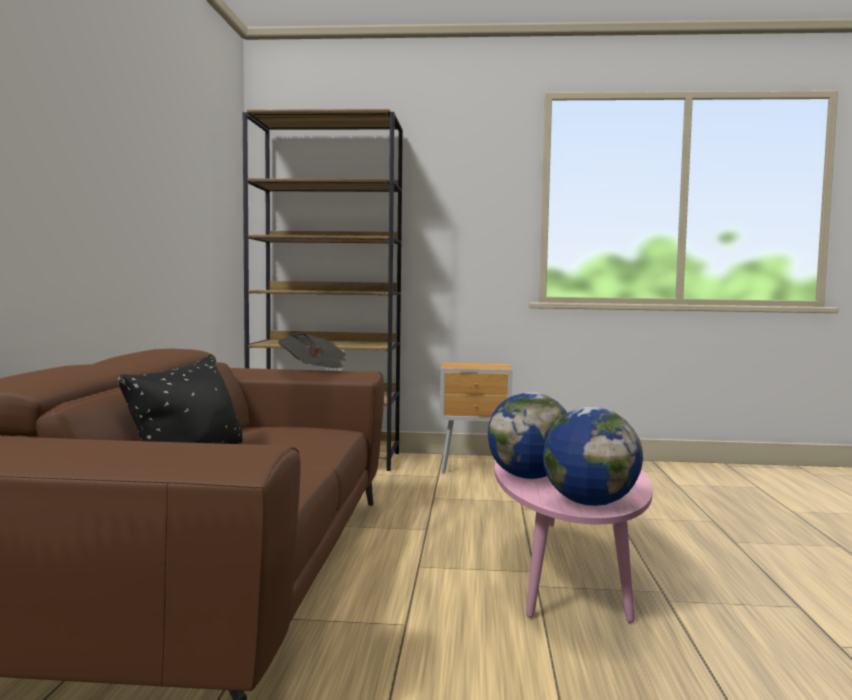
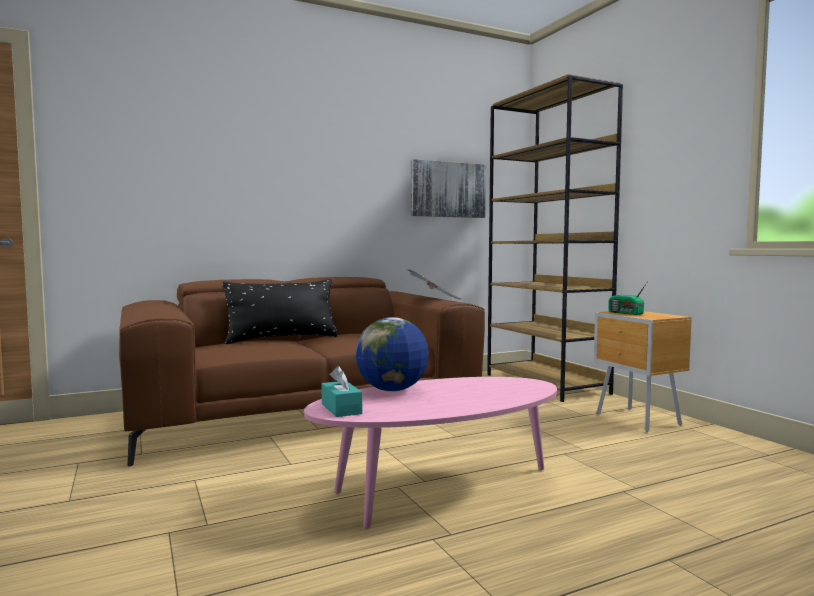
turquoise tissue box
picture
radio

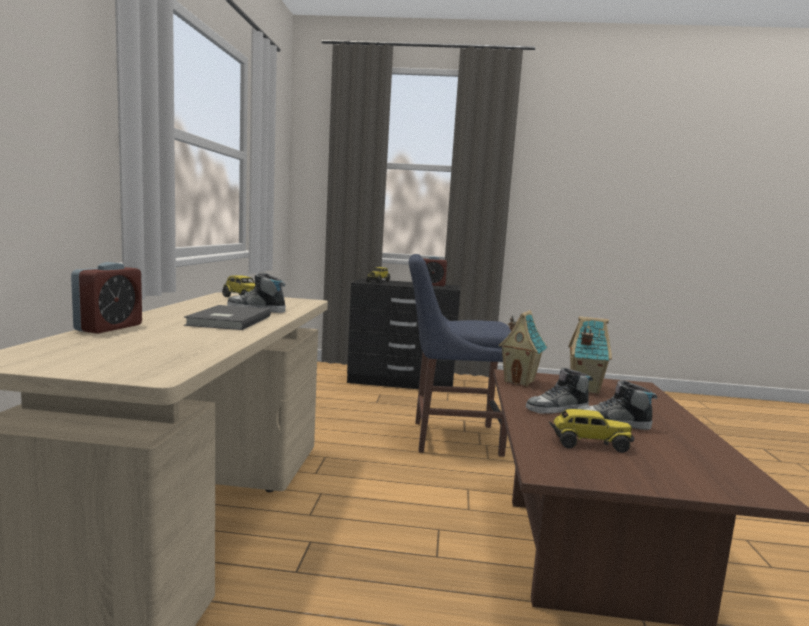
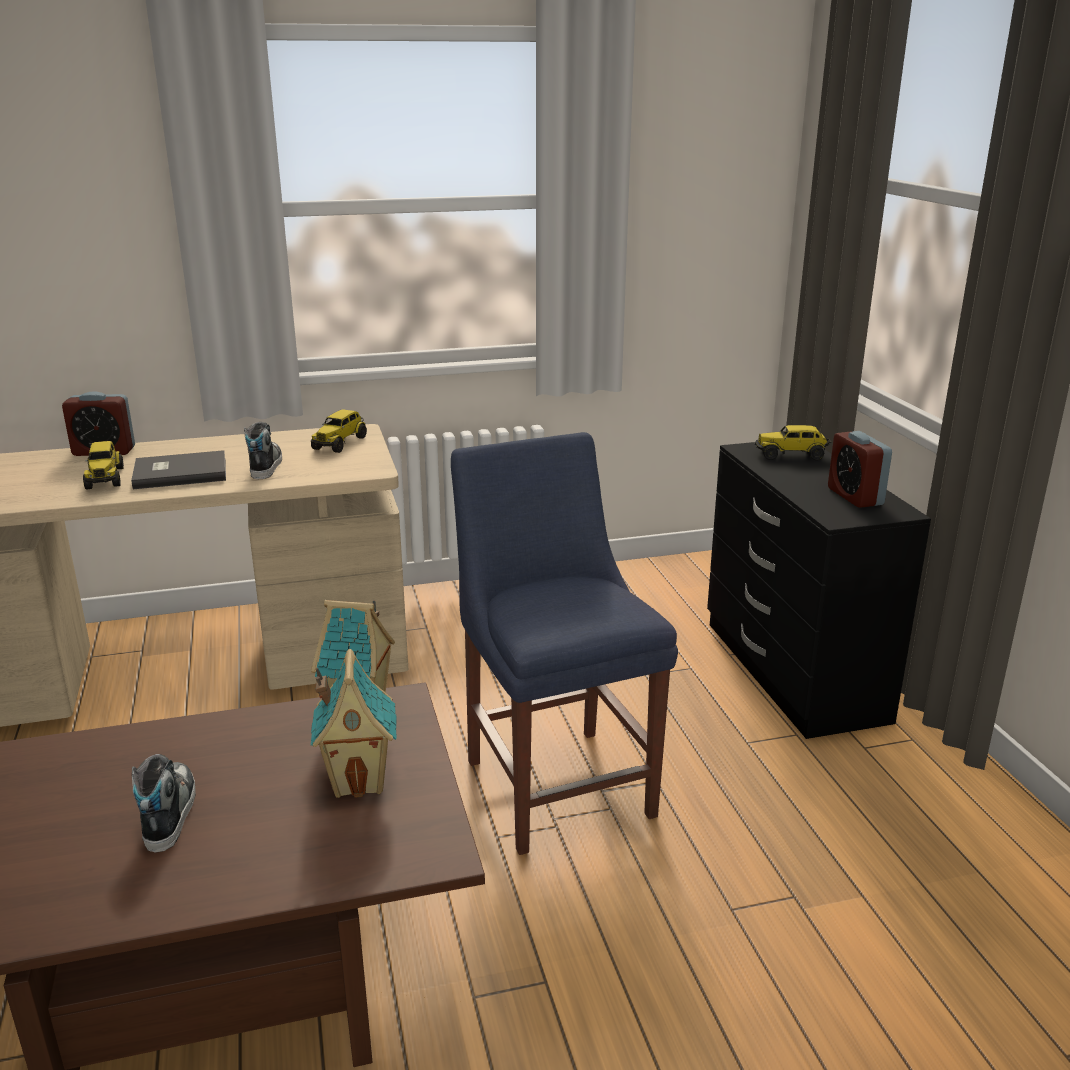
toy truck (1st from left)
shoe (2nd from left in the first image)

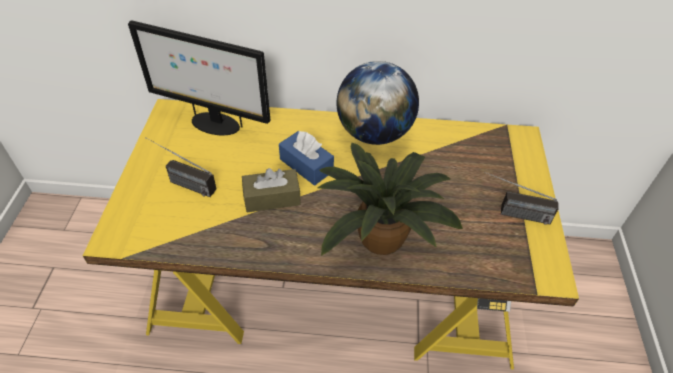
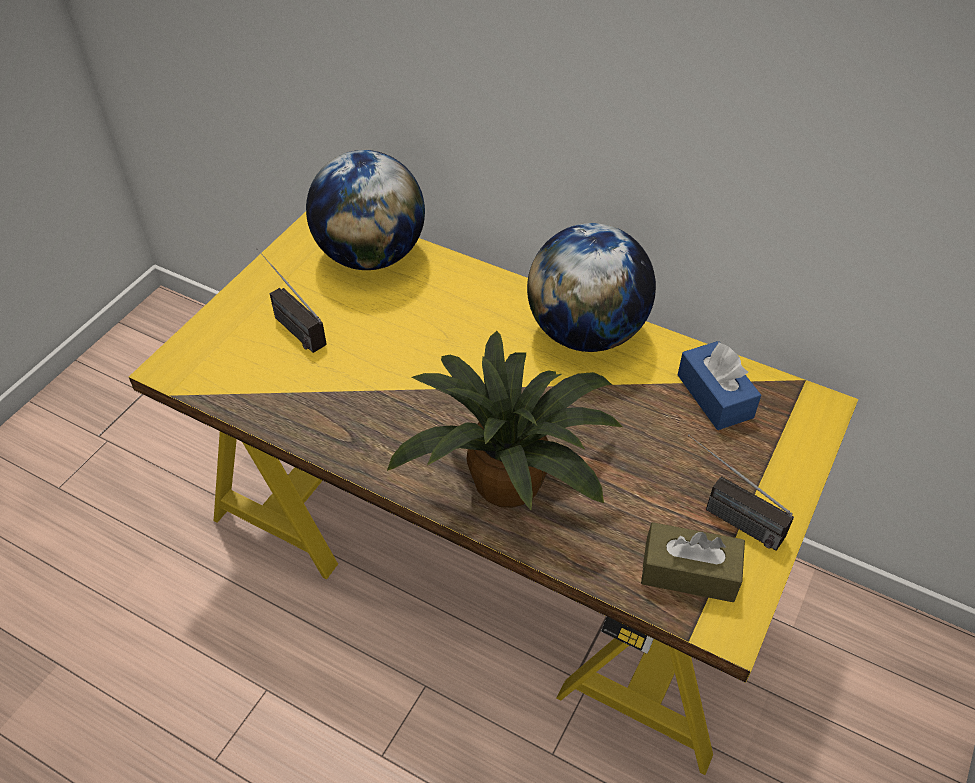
globe (1st from left)
brown tissue box
blue tissue box

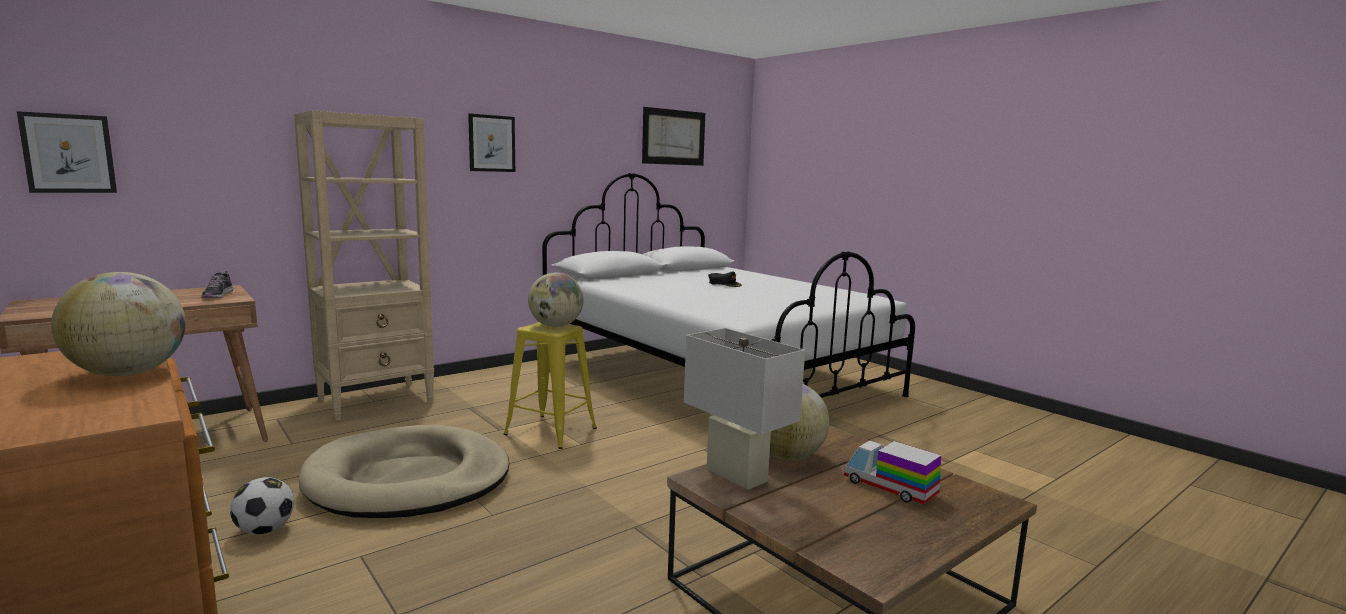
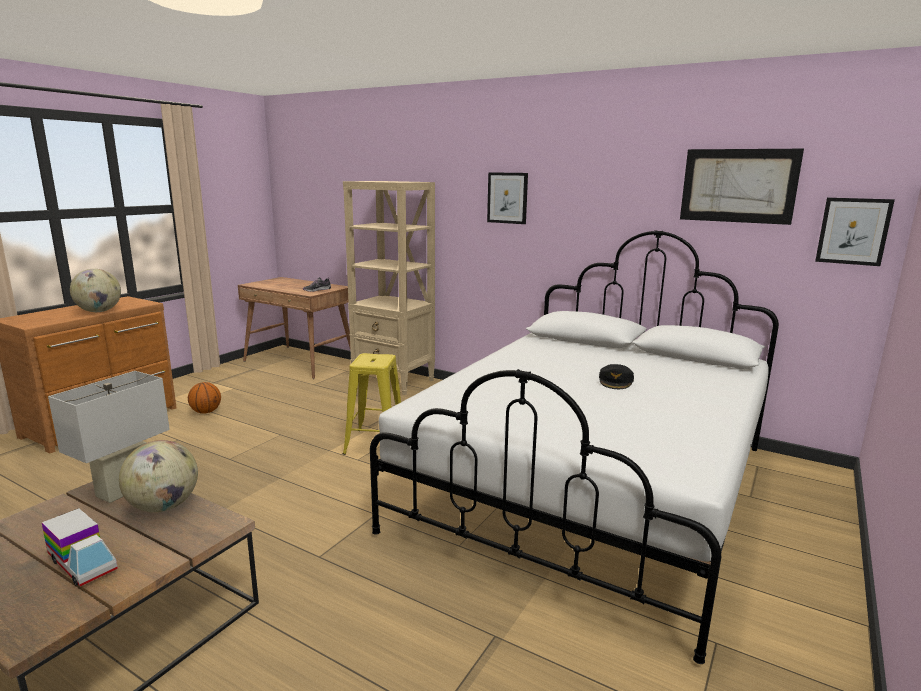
toy truck
basketball
picture (3rd from left)
beige dog bed
globe (2nd from left in the first image)

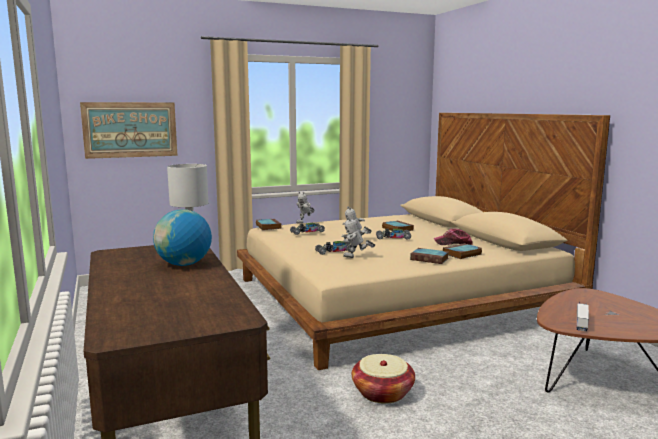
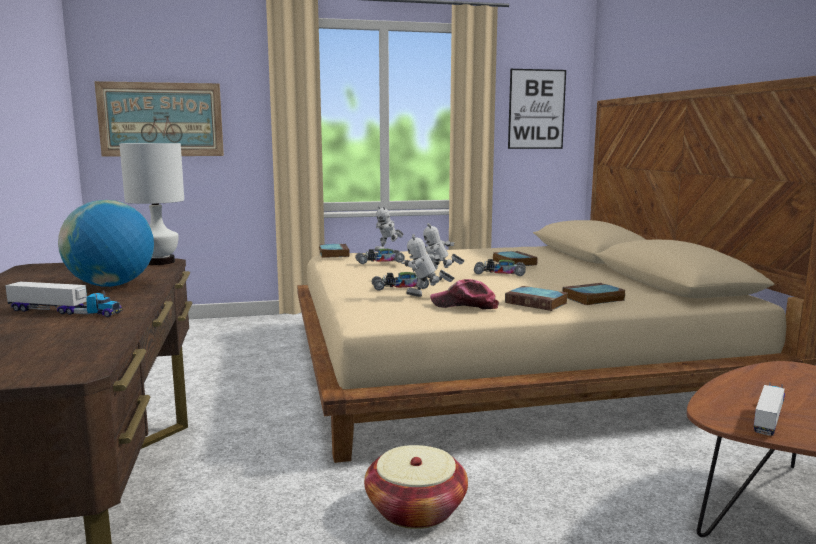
toy truck (1st from left)
cap
picture (2nd from left)

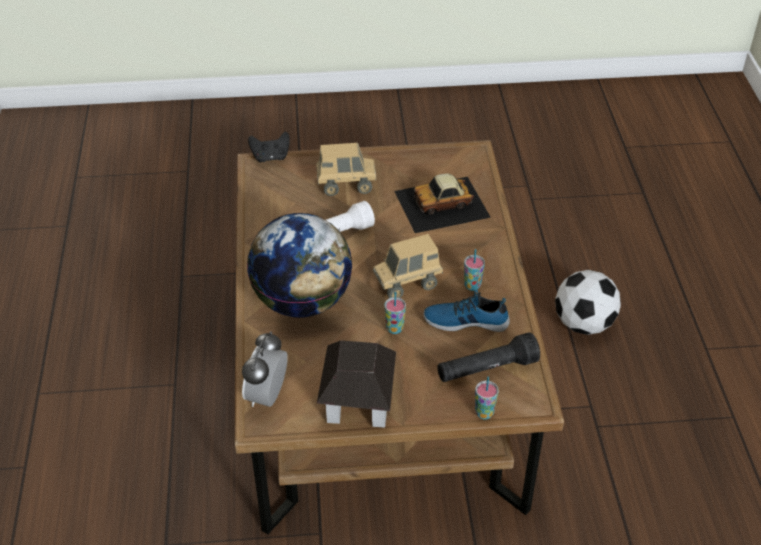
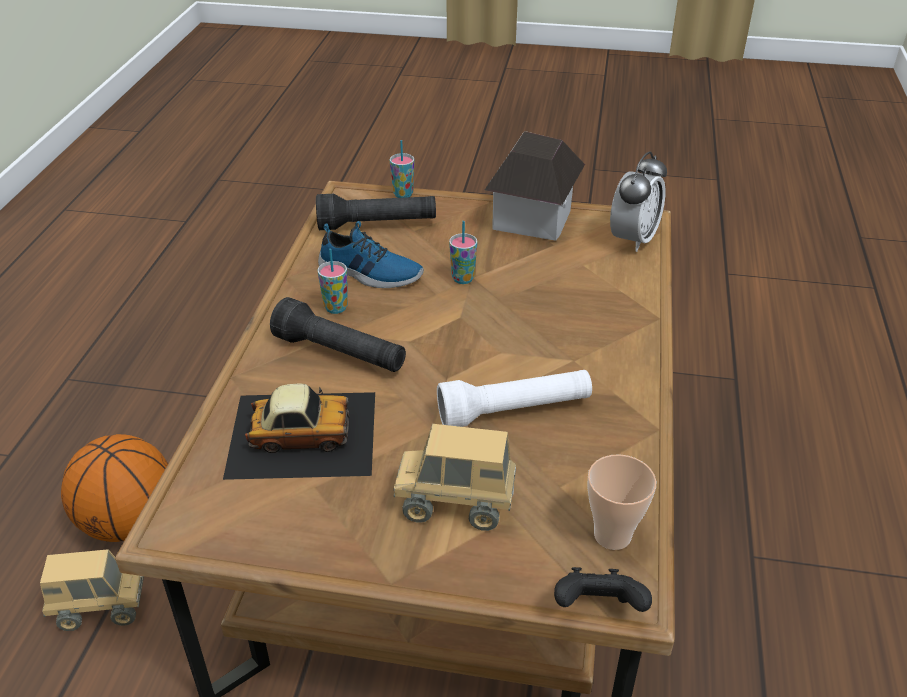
toy truck (1st from left)
basketball
black flashlight (1st from left)
cup (4th from left)
globe

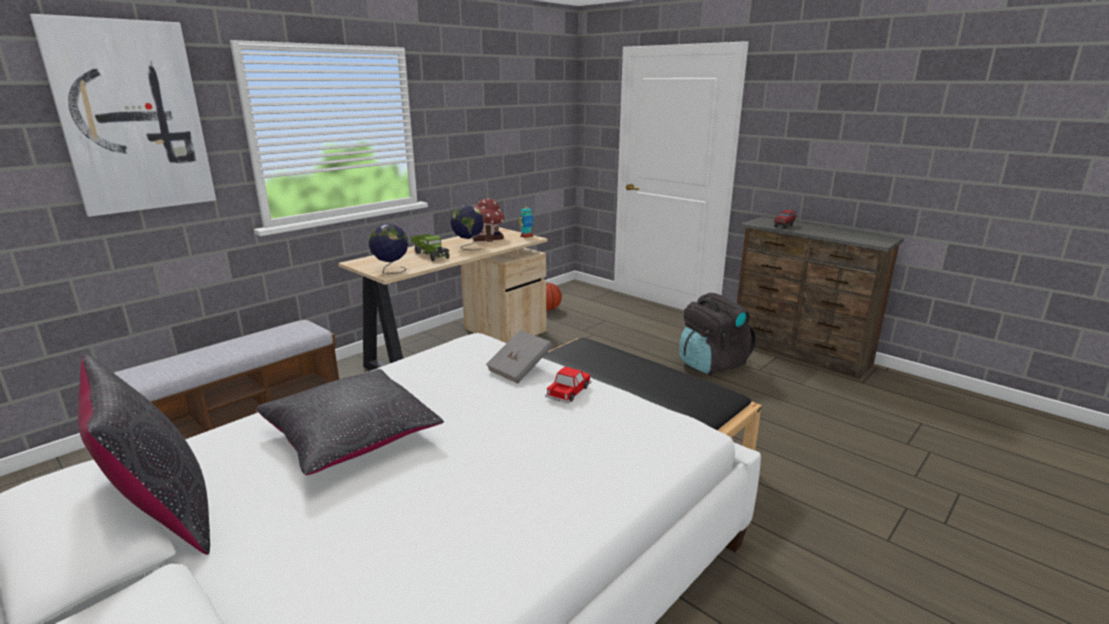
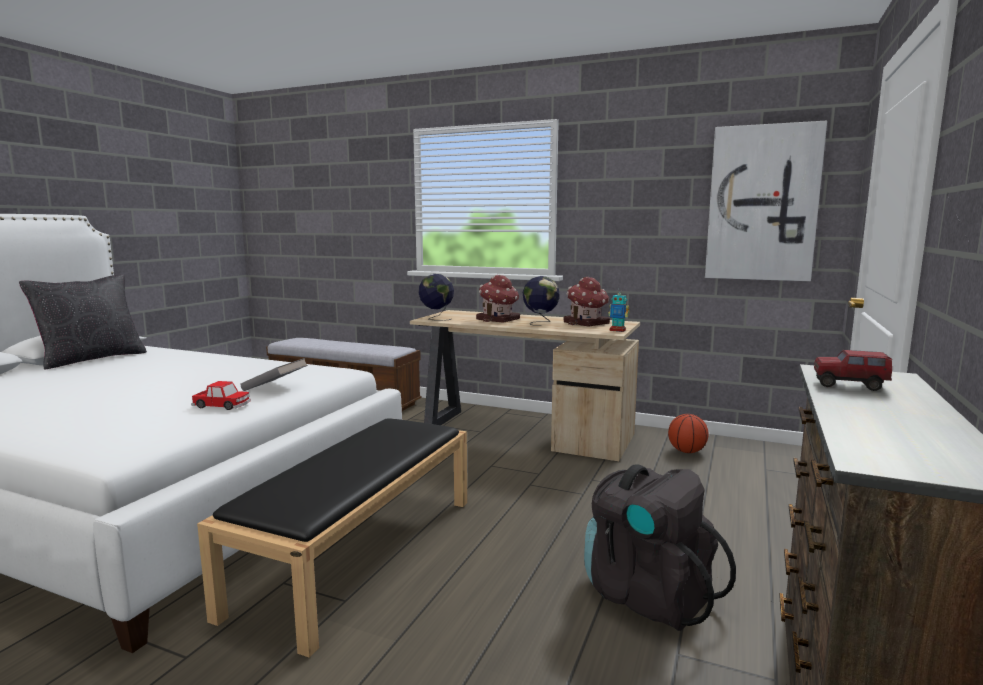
toy house (1st from left)
picture
black pillow (2nd from left in the first image)

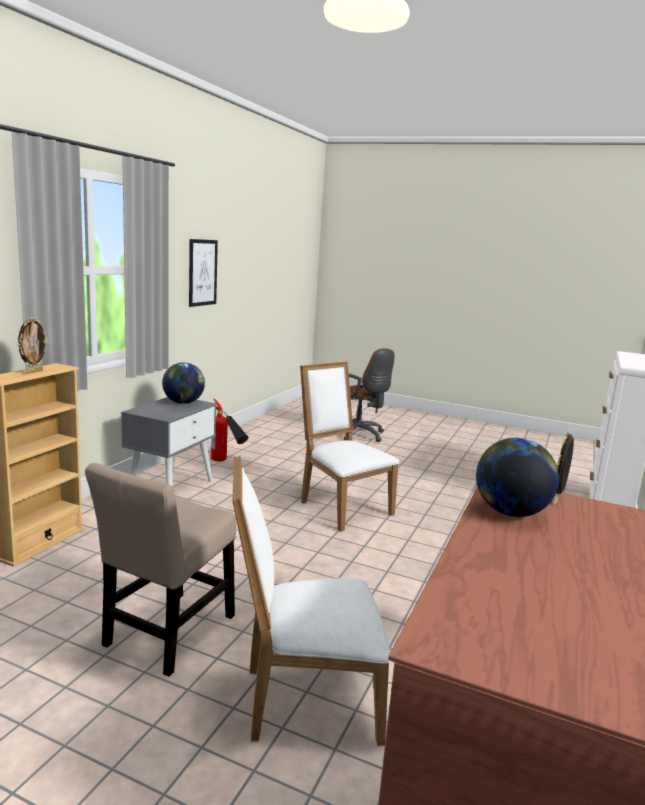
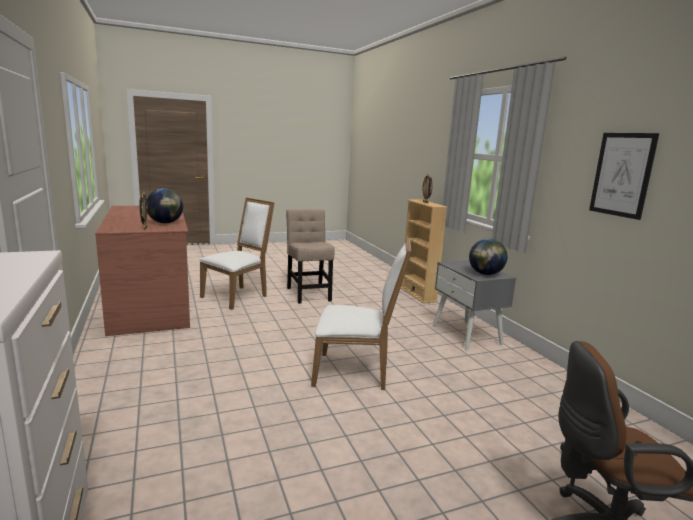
fire extinguisher

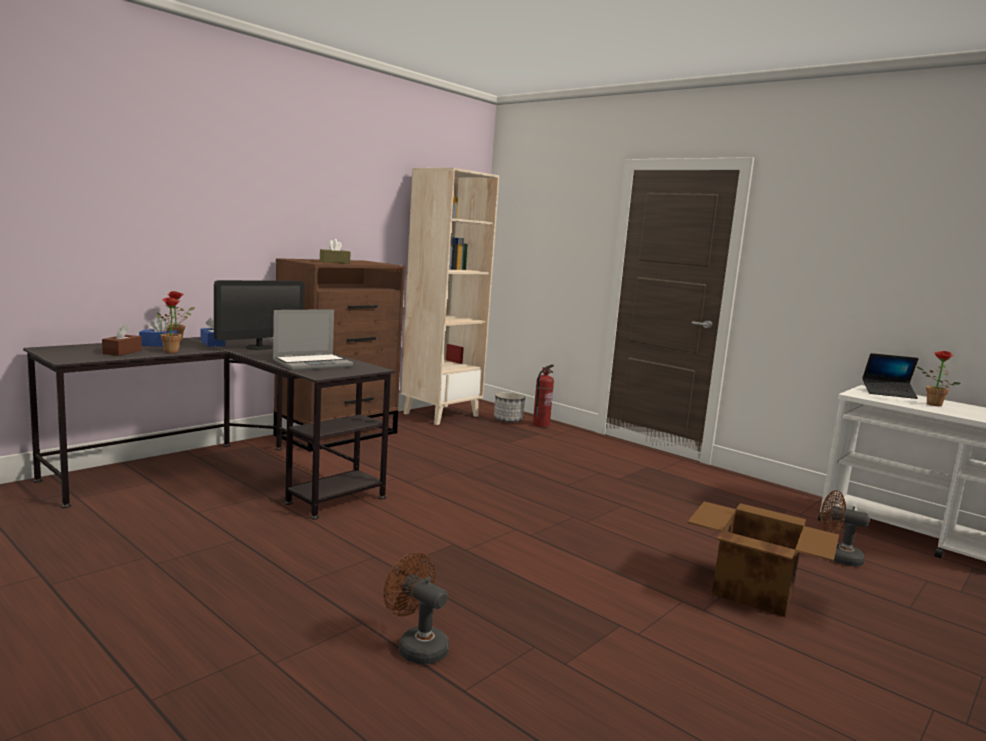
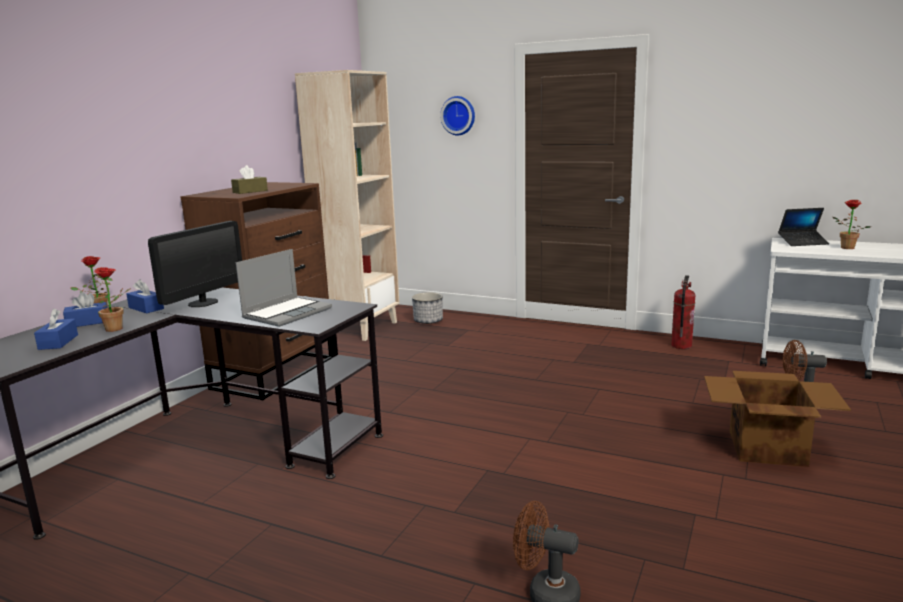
blue tissue box (1st from left)
wall clock
fire extinguisher

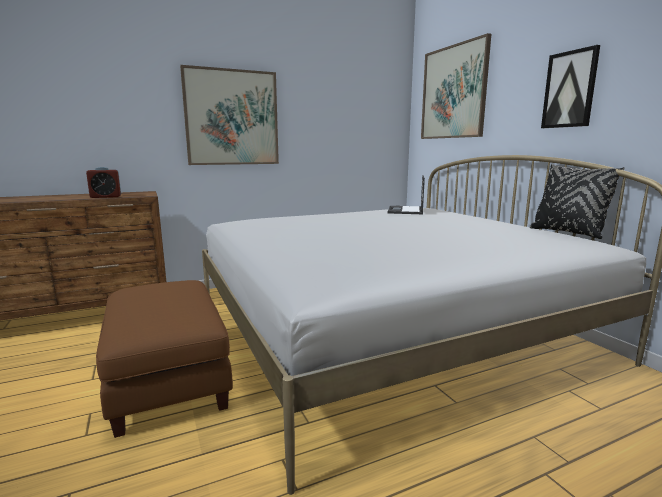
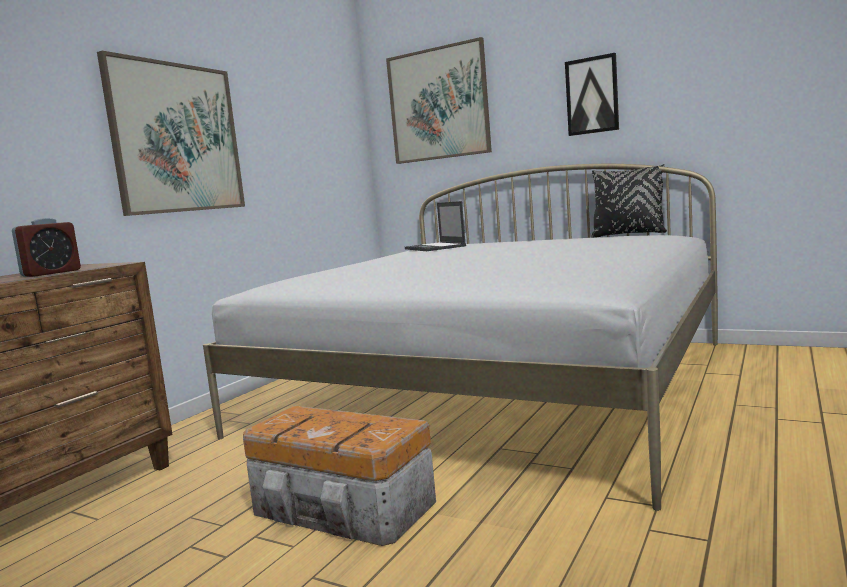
storage box

